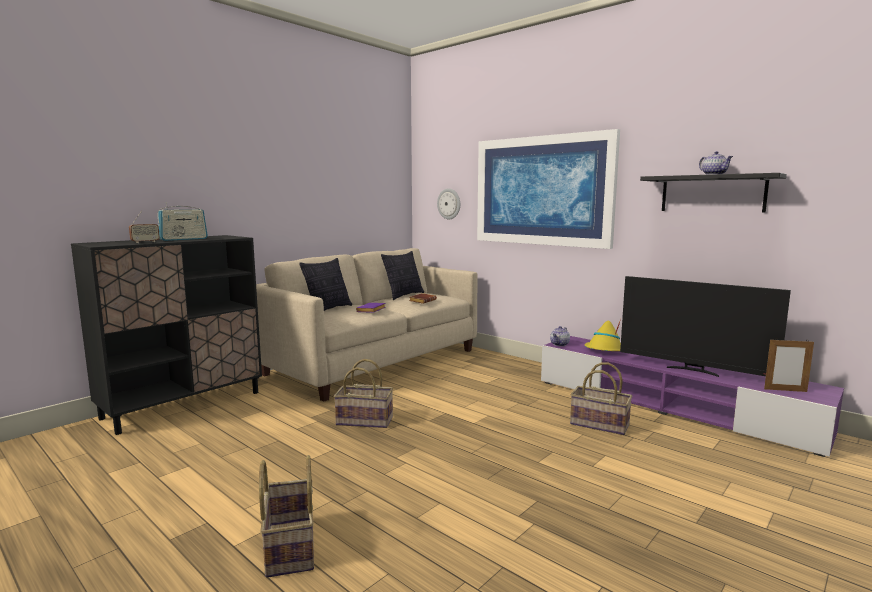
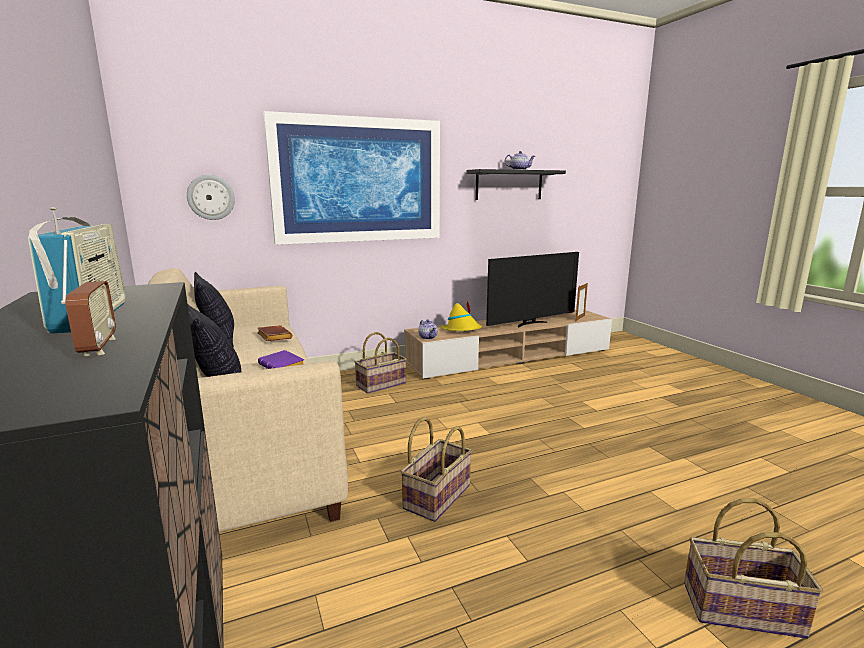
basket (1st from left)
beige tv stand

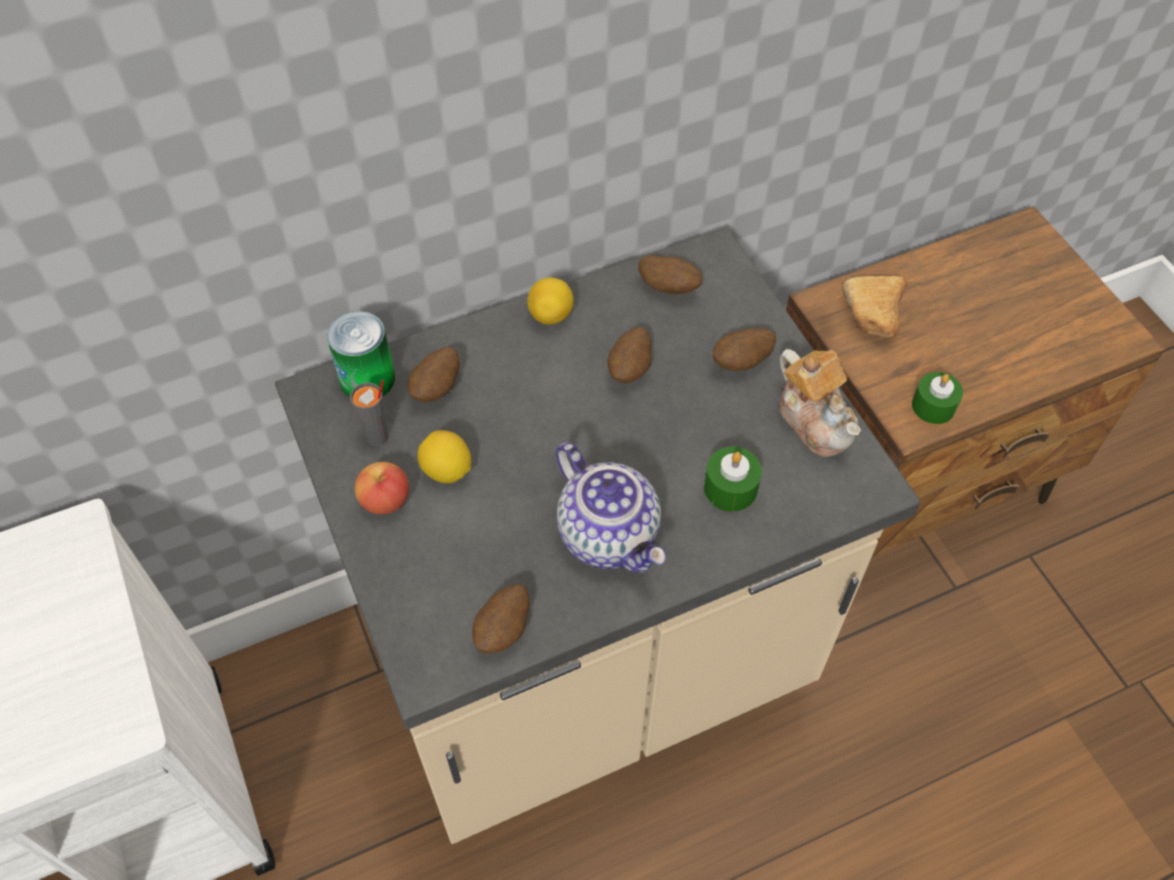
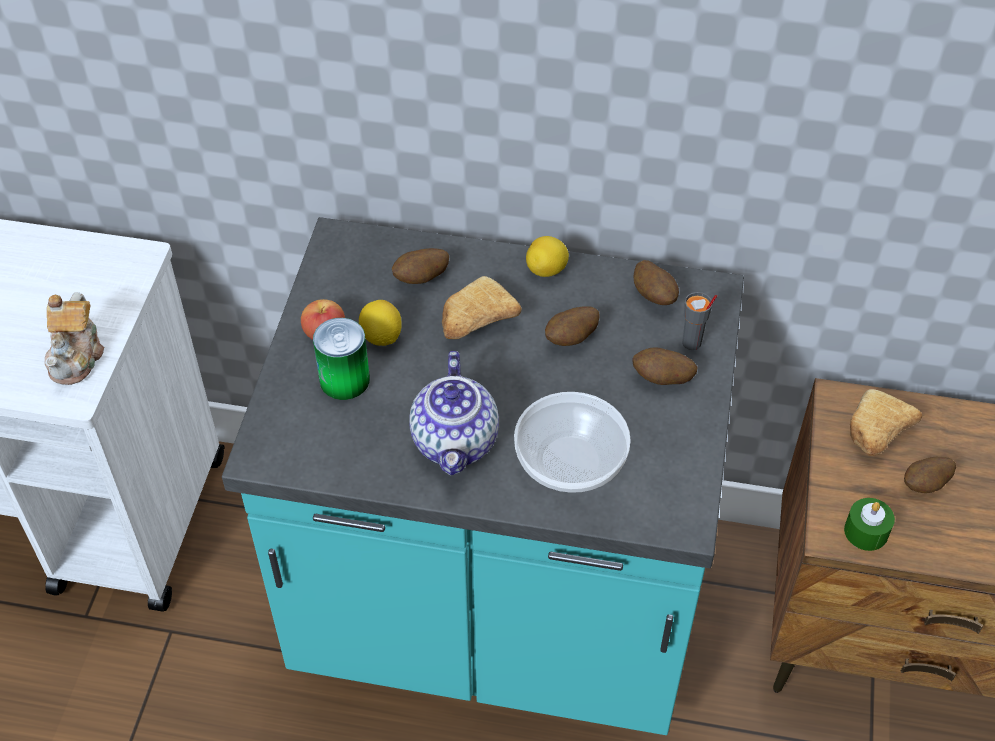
teapot (1st from left)
turquoise counter
can
bread (1st from left)
bowl
grey cup
potato (5th from left)

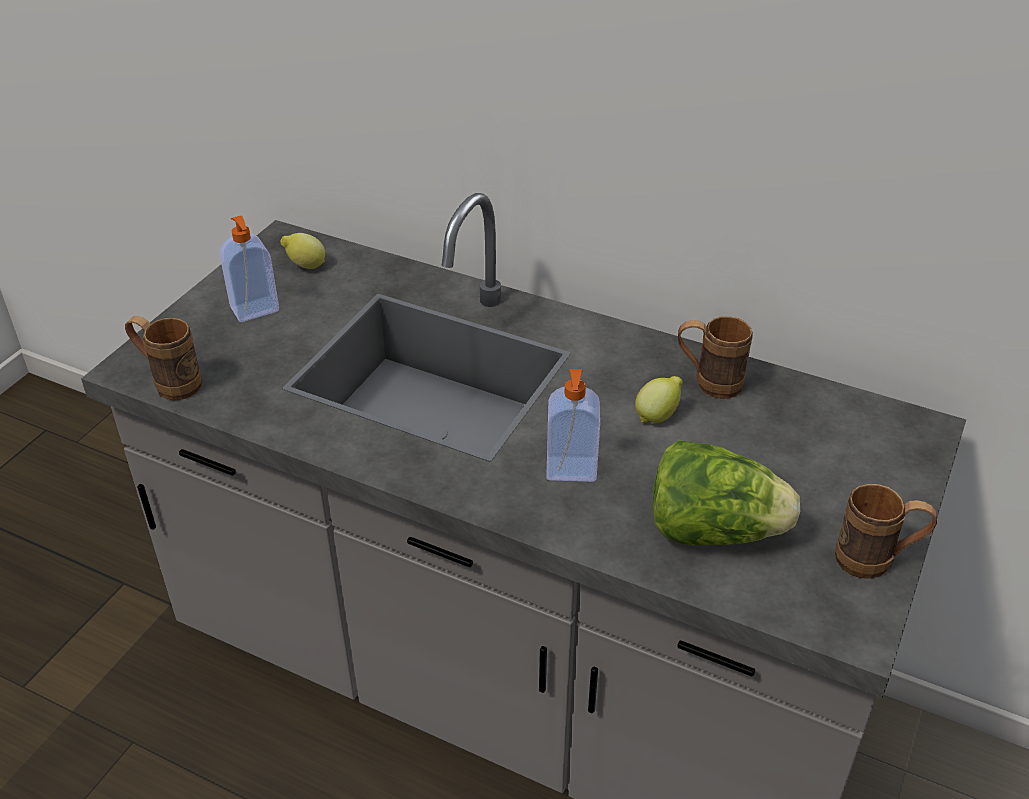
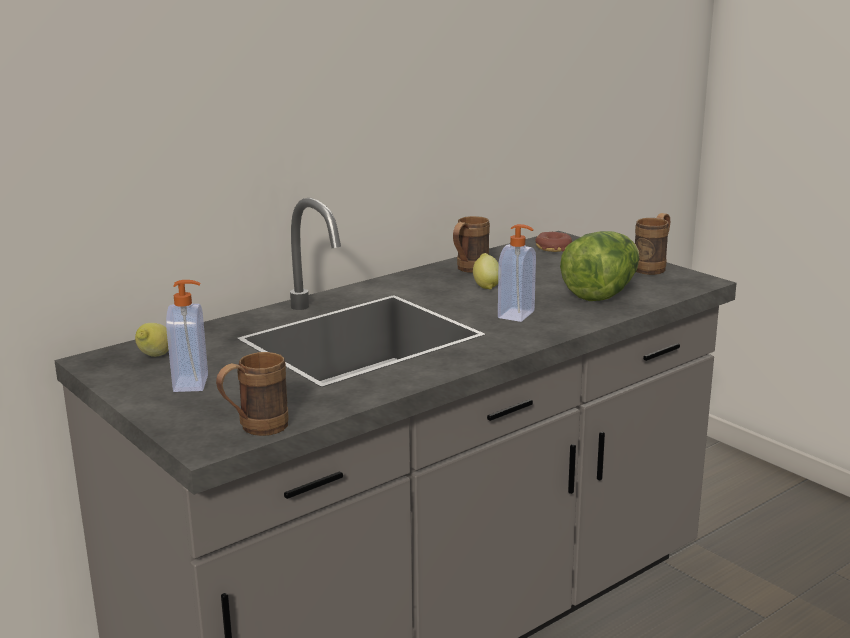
donut

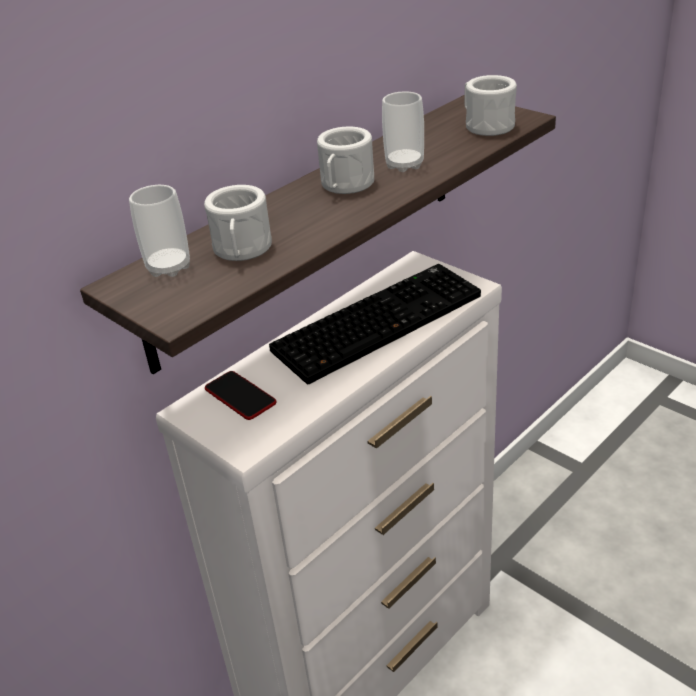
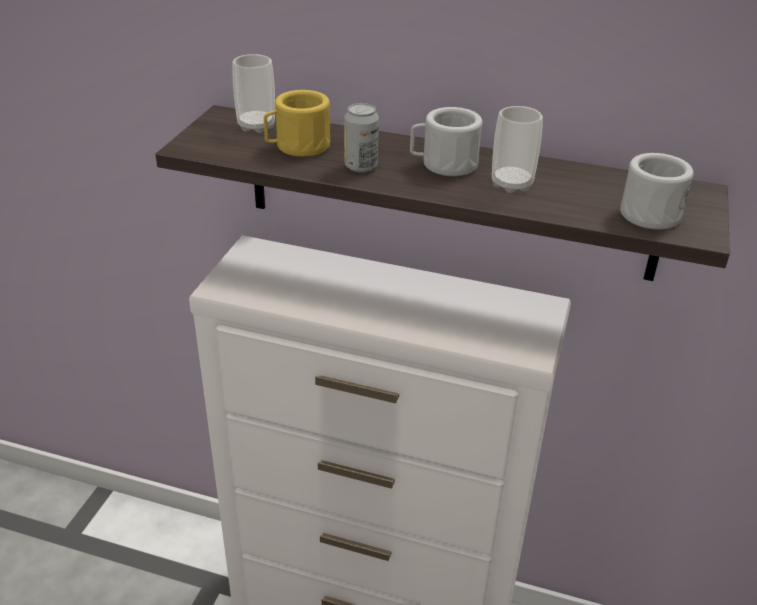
yellow mug
can
phone
keyboard

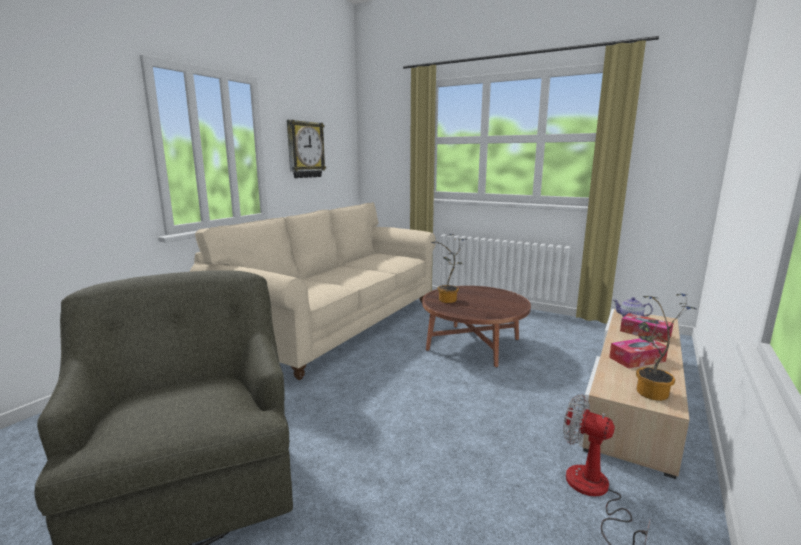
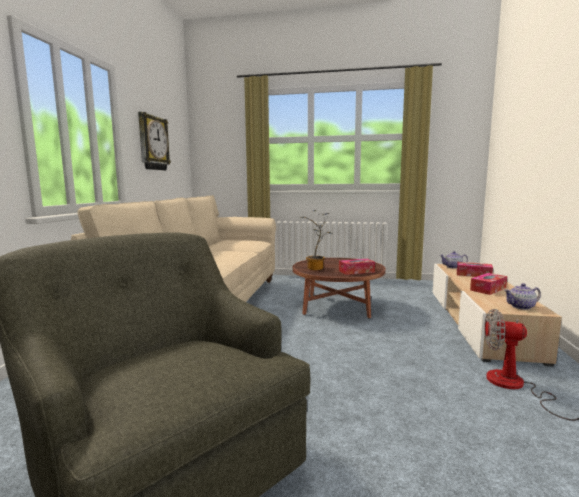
tissue box (1st from left)
teapot (2nd from left)

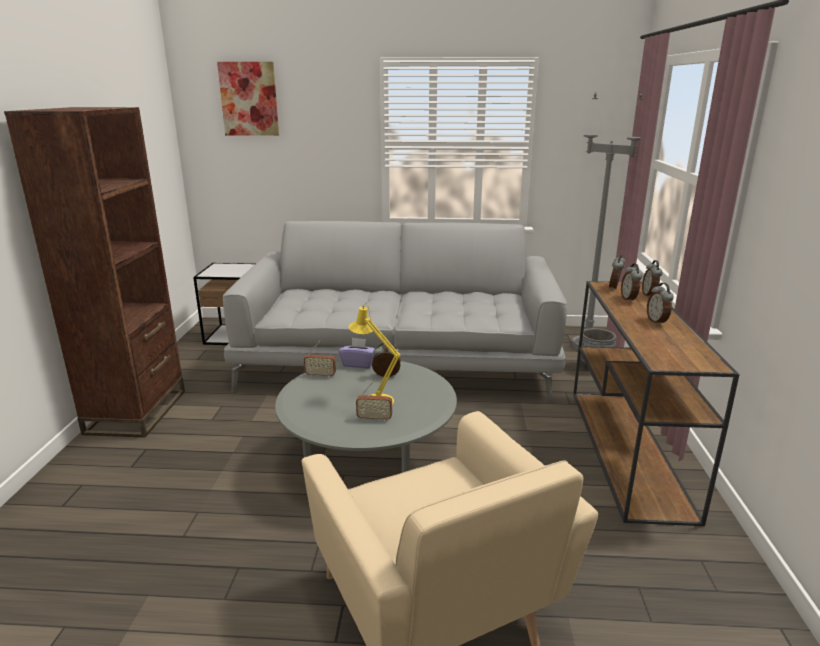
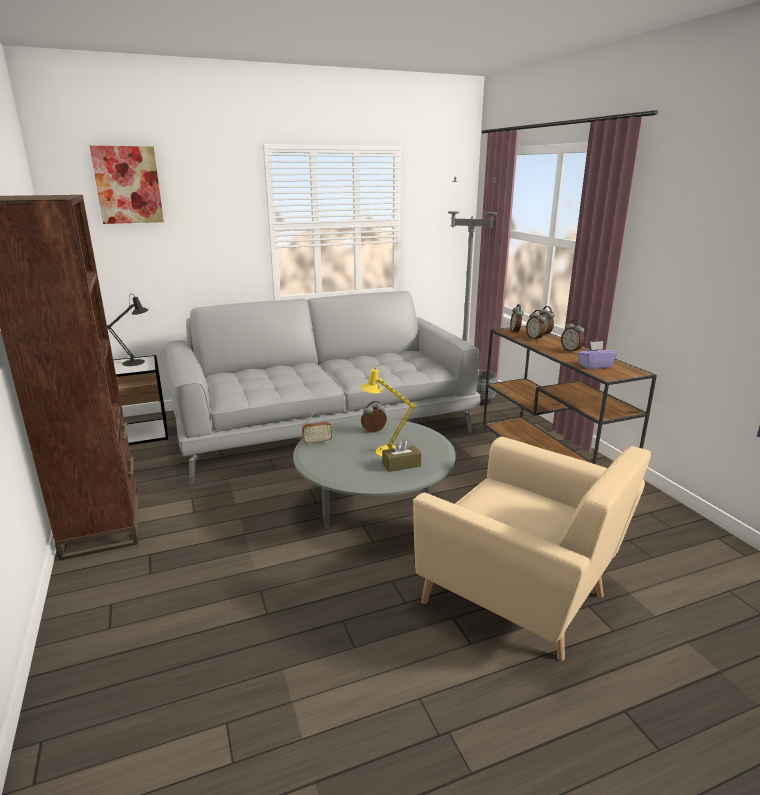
black table lamp
brown tissue box
purple tissue box

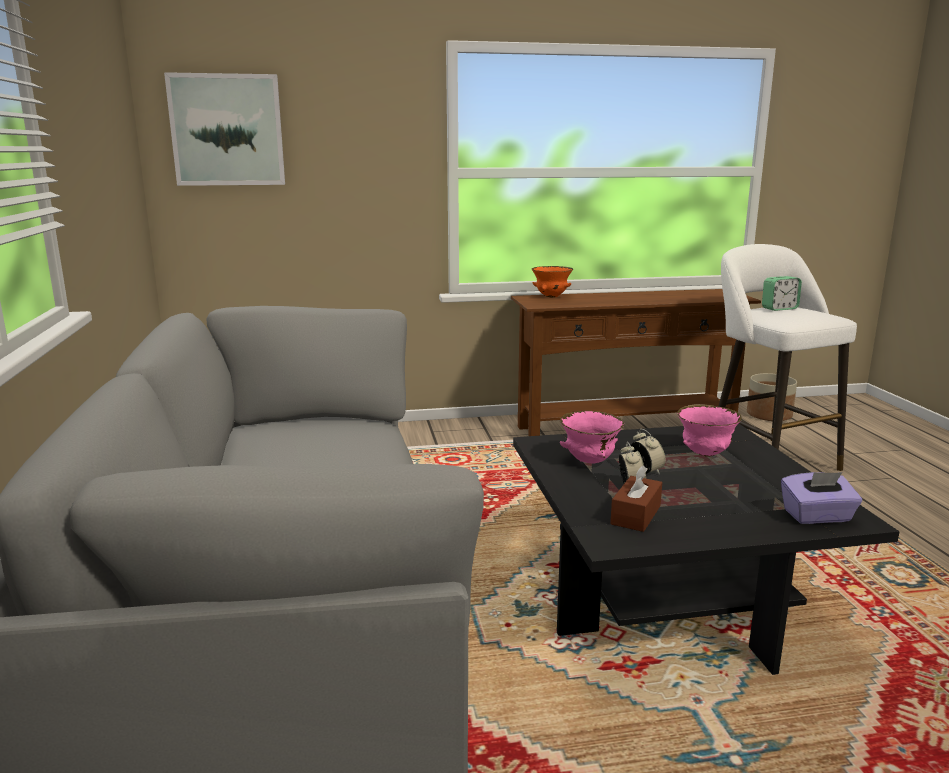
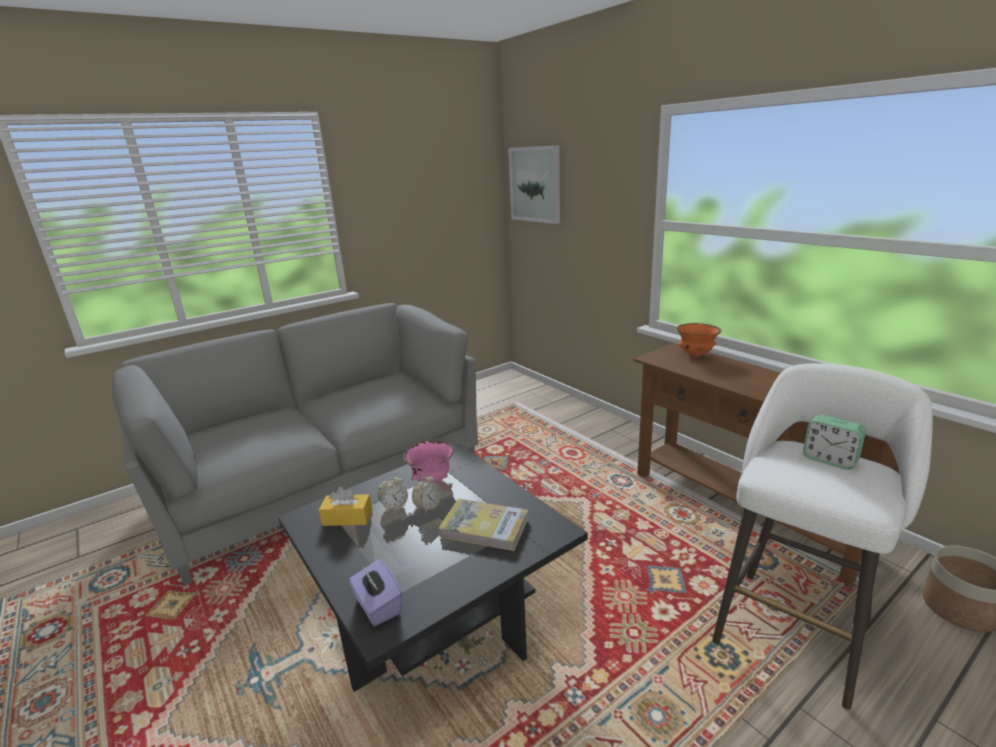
yellow tissue box
book

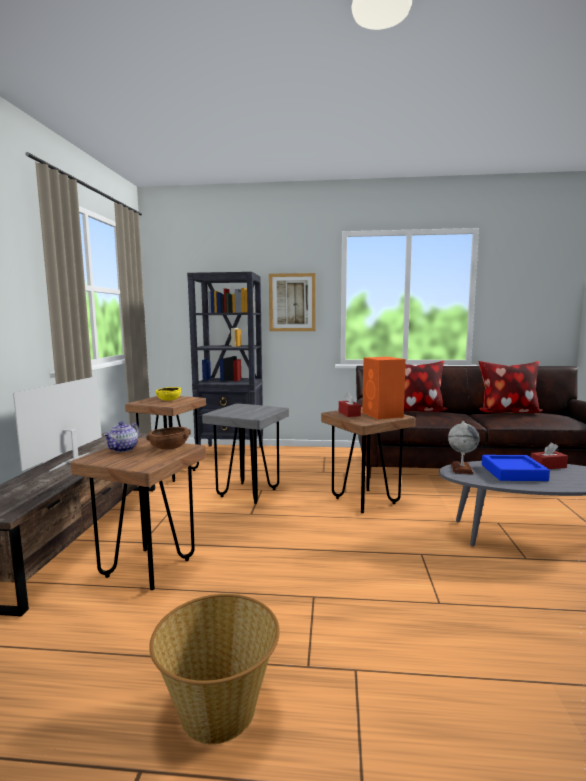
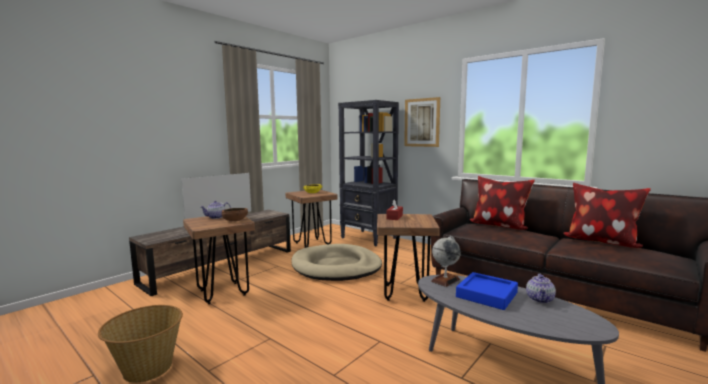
beige dog bed
teapot (2nd from left)
orange speaker

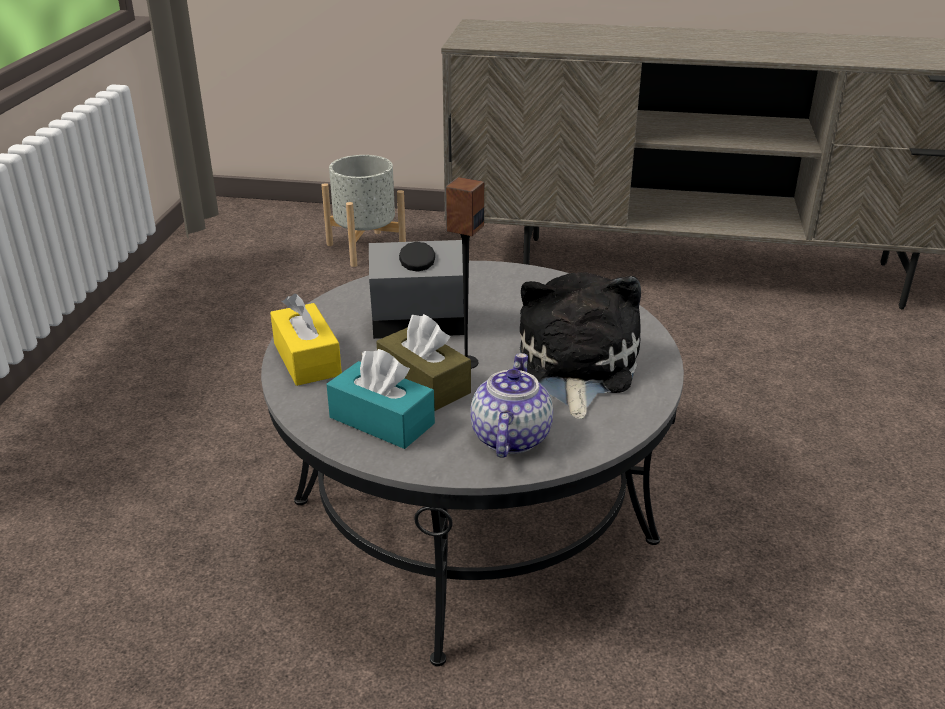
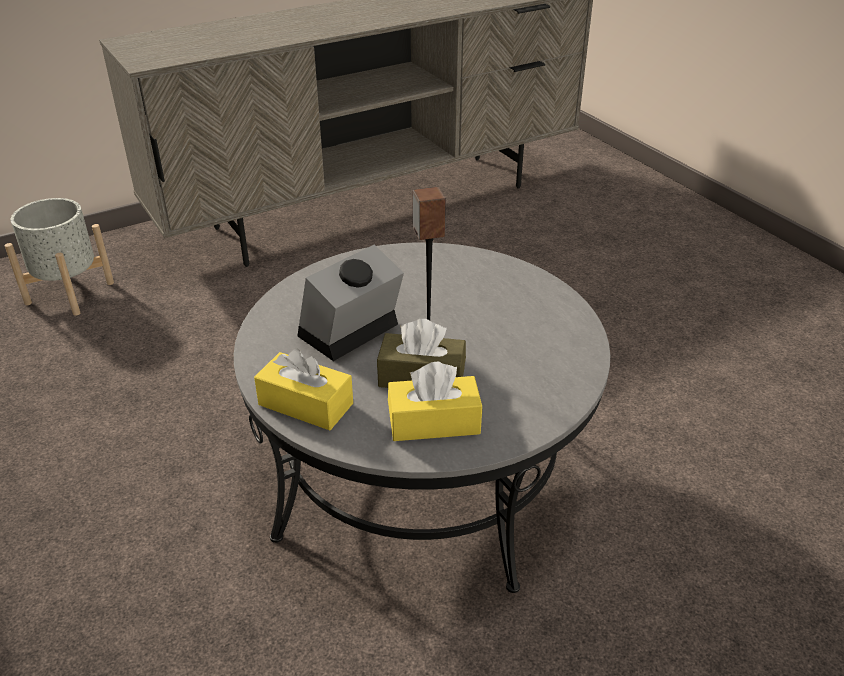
yellow tissue box (2nd from left)
teapot
plush toy

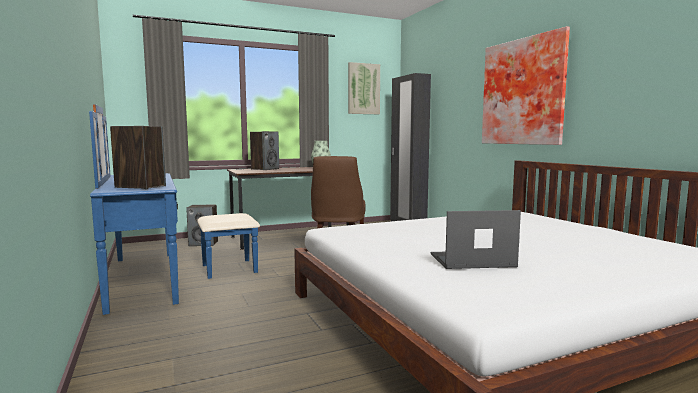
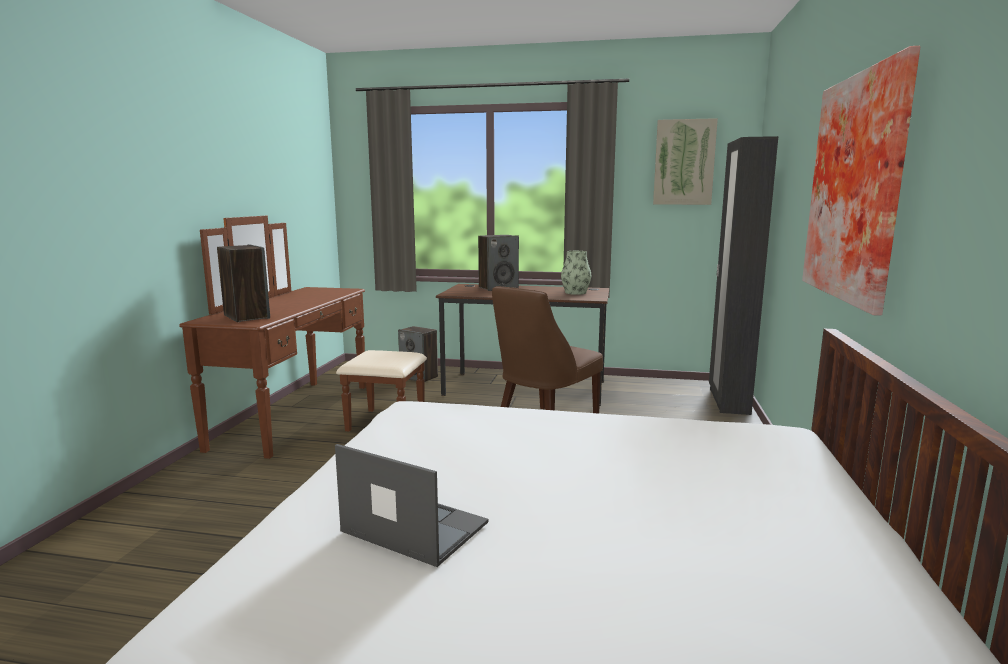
brown dresser

